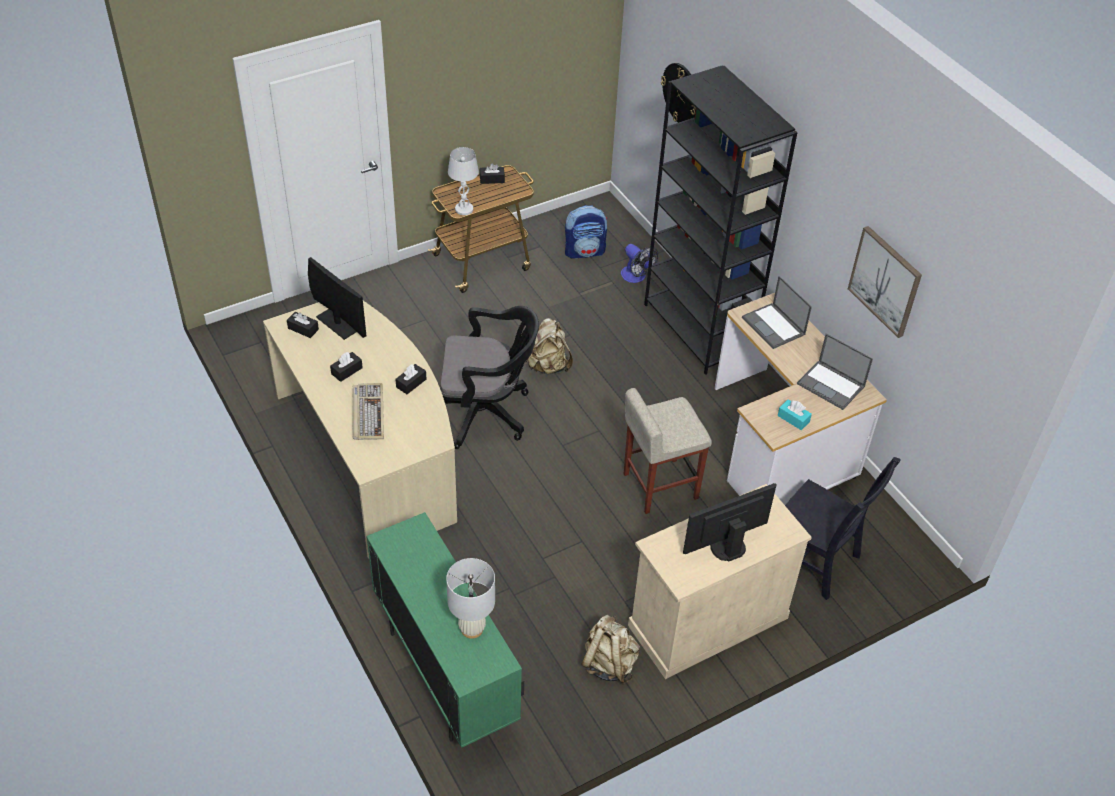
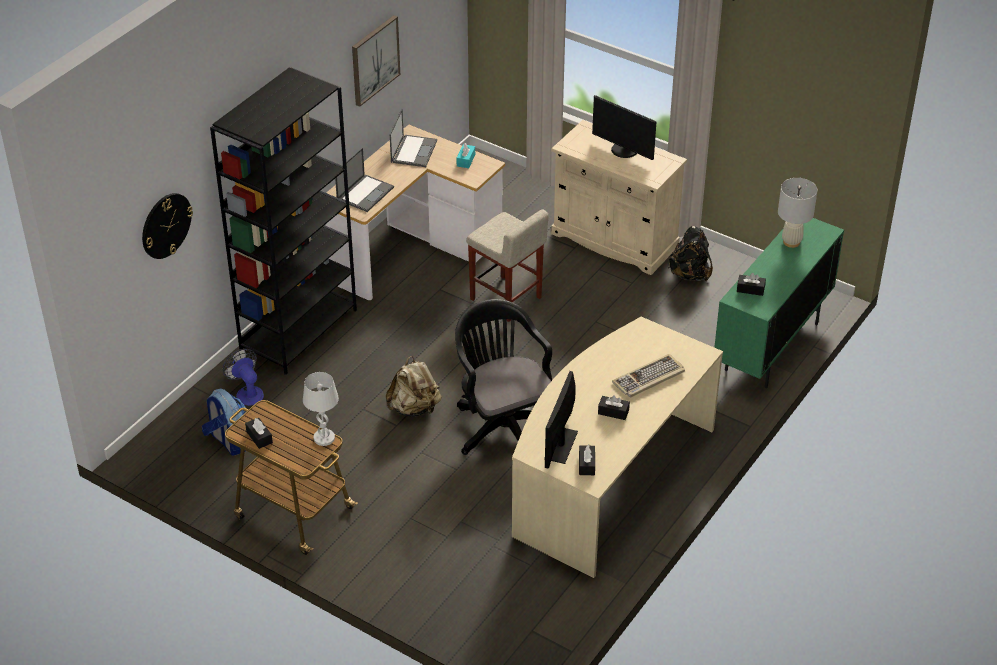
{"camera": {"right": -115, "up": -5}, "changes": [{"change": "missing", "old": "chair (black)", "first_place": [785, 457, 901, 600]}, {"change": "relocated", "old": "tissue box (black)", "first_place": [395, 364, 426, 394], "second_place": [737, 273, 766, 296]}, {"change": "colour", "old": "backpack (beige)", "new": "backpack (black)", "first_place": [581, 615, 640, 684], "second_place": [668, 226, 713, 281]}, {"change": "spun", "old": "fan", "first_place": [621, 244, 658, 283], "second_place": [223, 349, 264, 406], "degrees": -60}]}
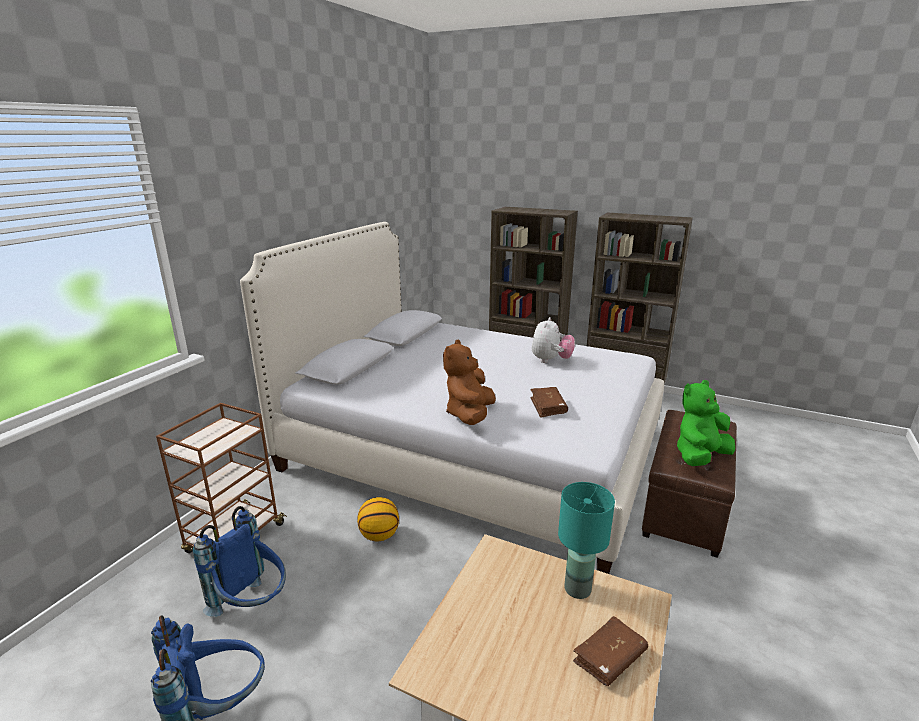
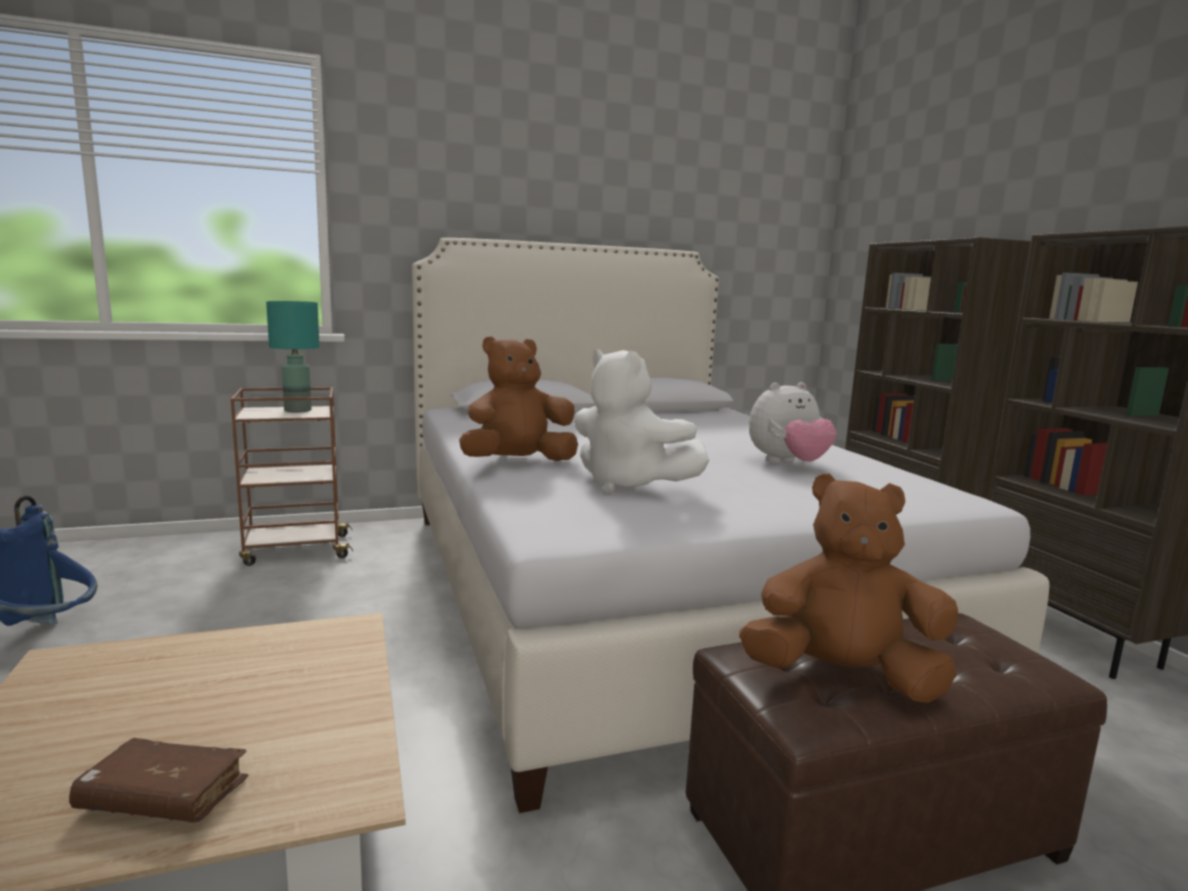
{"camera": {"right": 45, "up": -10}, "changes": [{"change": "missing", "old": "backpack (blue)", "first_place": [193, 506, 286, 617]}, {"change": "missing", "old": "basketball", "first_place": [357, 497, 399, 541]}, {"change": "relocated", "old": "table lamp (turquoise)", "first_place": [558, 482, 615, 599], "second_place": [266, 301, 320, 413]}, {"change": "exchanged", "old": "book (brown)", "new": "plush toy (white)", "first_place": [530, 387, 568, 418], "second_place": [574, 349, 710, 494]}, {"change": "colour", "old": "plush toy (green)", "new": "plush toy (brown)", "first_place": [677, 380, 735, 466], "second_place": [739, 473, 958, 703]}]}
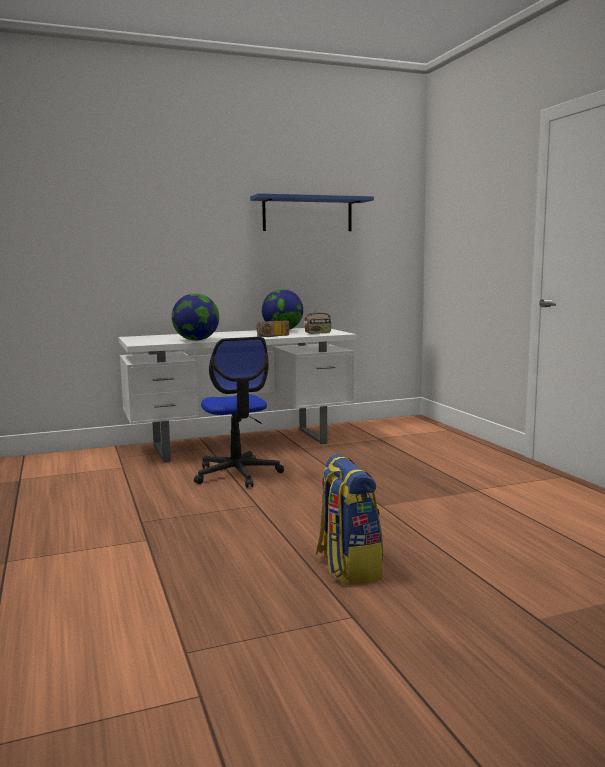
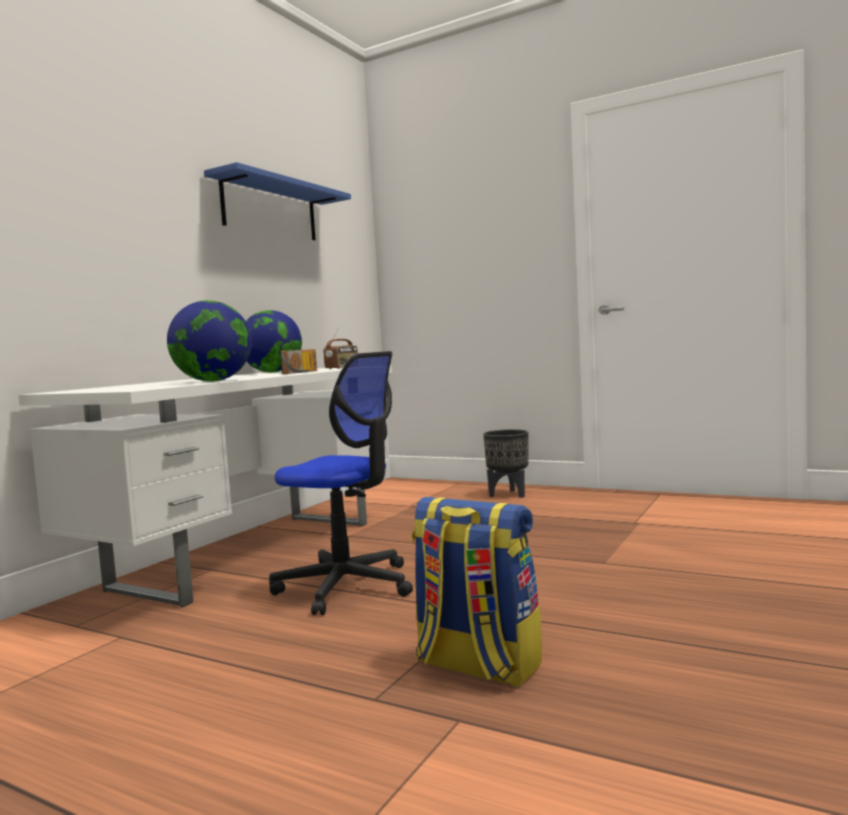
{"camera": {"right": -40, "up": -5}, "changes": [{"change": "appeared", "new": "planter (black)", "second_place": [483, 429, 528, 498]}, {"change": "relocated", "old": "backpack", "first_place": [316, 454, 383, 585], "second_place": [411, 497, 542, 687]}]}
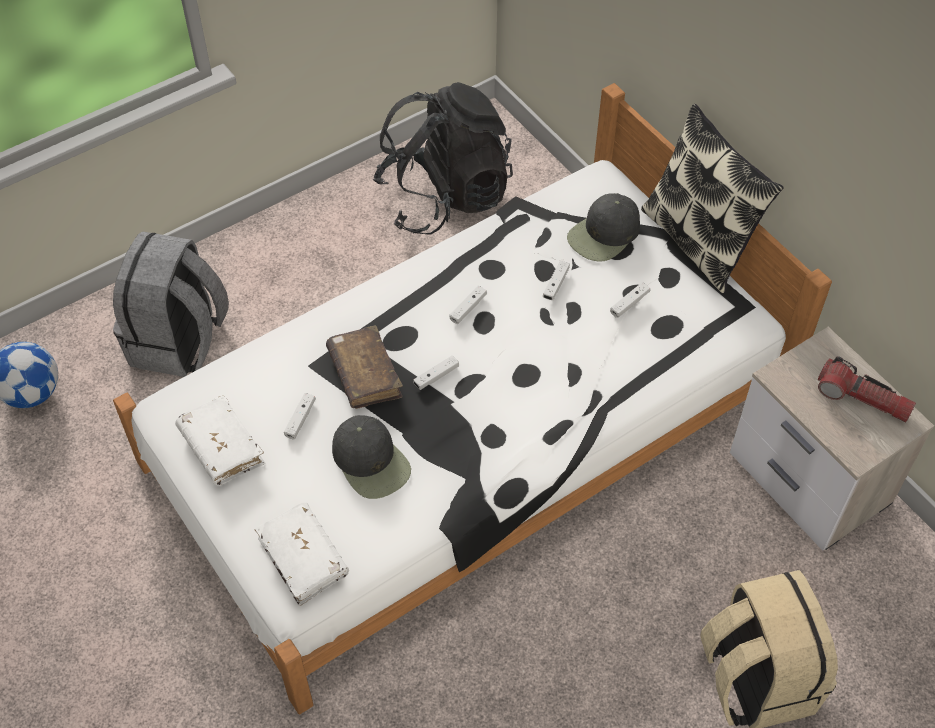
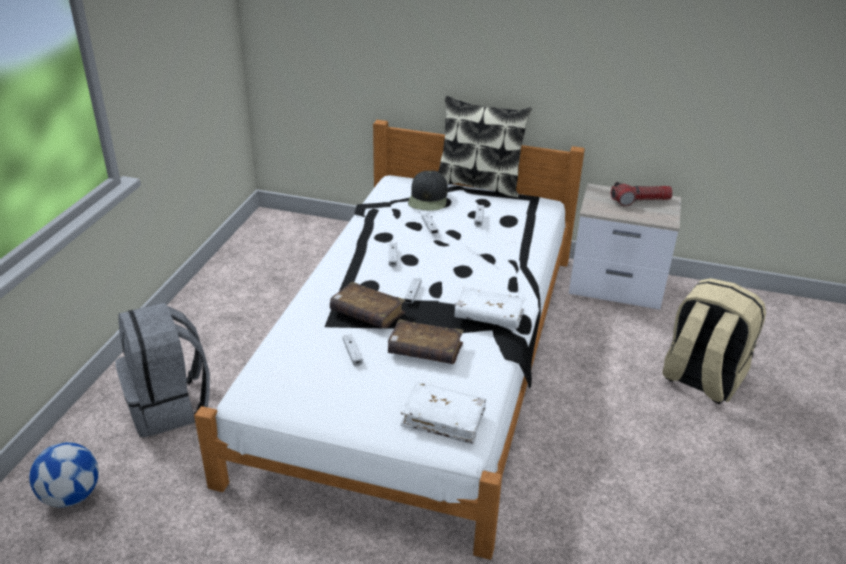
{"camera": {"right": -40, "up": -20}, "changes": [{"change": "missing", "old": "backpack (black)", "first_place": [373, 82, 513, 235]}, {"change": "relocated", "old": "book (white)", "first_place": [175, 395, 266, 485], "second_place": [454, 287, 526, 329]}, {"change": "exchanged", "old": "cap (black)", "new": "book (brown)", "first_place": [332, 415, 411, 499], "second_place": [388, 319, 464, 364]}]}
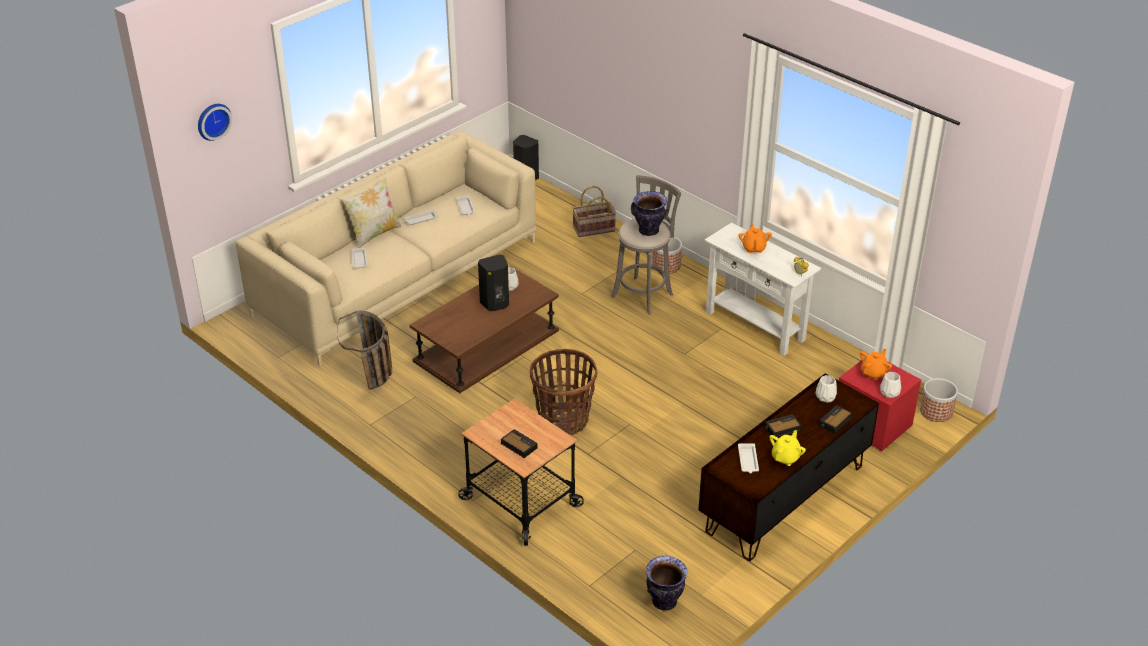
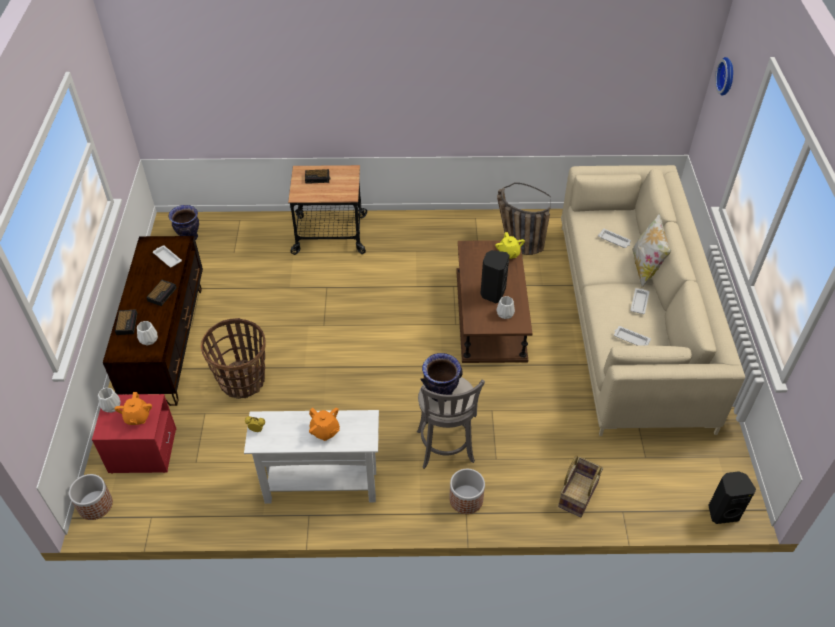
{"camera": {"right": 135, "up": 10}, "changes": [{"change": "relocated", "old": "basket", "first_place": [530, 349, 597, 435], "second_place": [201, 318, 266, 399]}, {"change": "relocated", "old": "teapot (yellow)", "first_place": [770, 430, 806, 466], "second_place": [495, 232, 525, 259]}]}
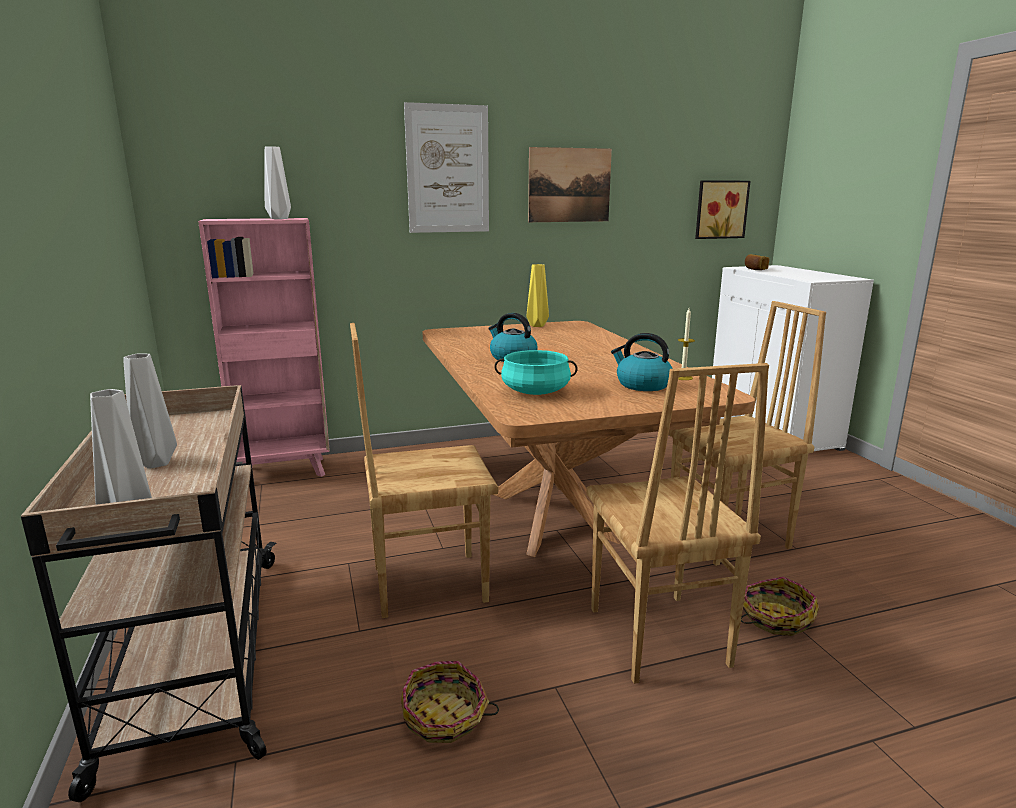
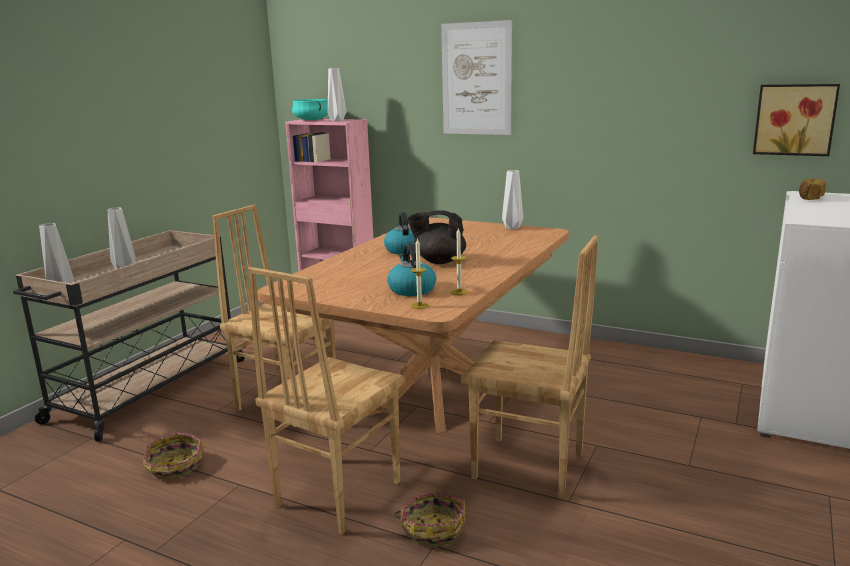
{"camera": {"right": 45, "up": 0}, "changes": [{"change": "missing", "old": "picture", "first_place": [528, 147, 612, 222]}, {"change": "appeared", "new": "teapot (black)", "second_place": [407, 210, 466, 264]}, {"change": "appeared", "new": "candle", "second_place": [410, 238, 429, 309]}, {"change": "relocated", "old": "cooking pot (turquoise)", "first_place": [494, 350, 578, 395], "second_place": [292, 99, 328, 120]}, {"change": "colour", "old": "vase (yellow)", "new": "vase (white)", "first_place": [527, 264, 549, 327], "second_place": [502, 170, 523, 230]}]}
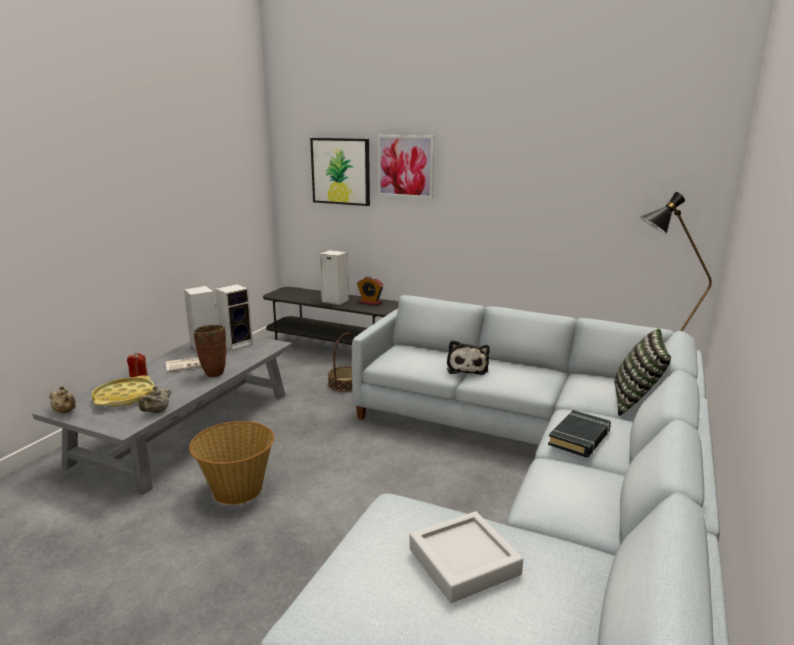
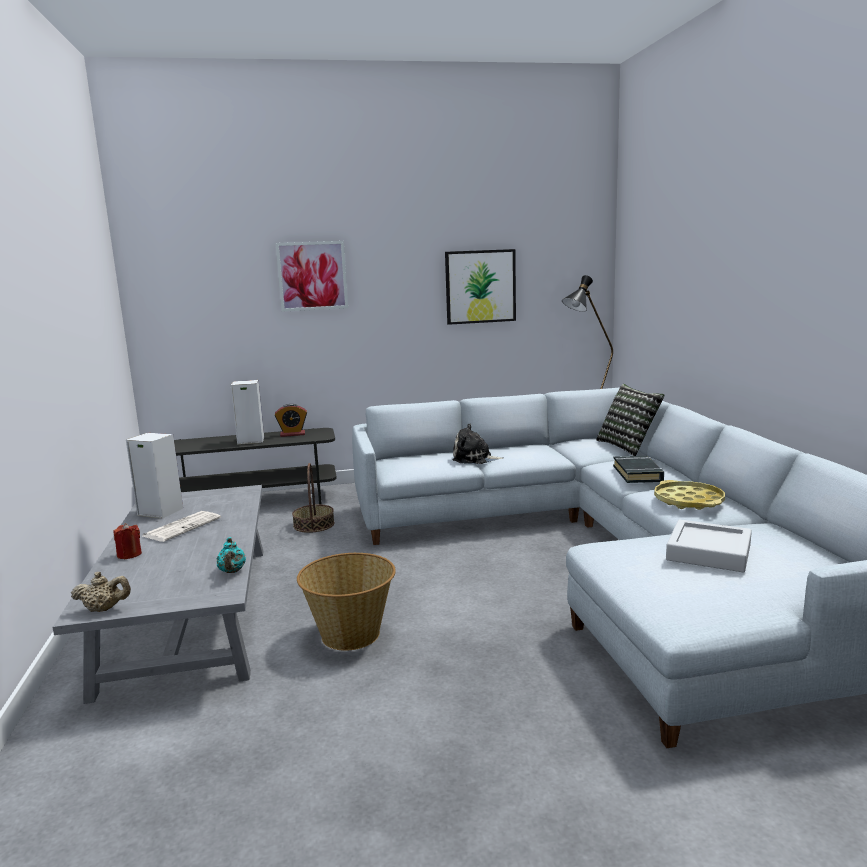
{"camera": {"right": -35, "up": -5}, "changes": [{"change": "missing", "old": "vase (brown)", "first_place": [194, 325, 227, 377]}, {"change": "missing", "old": "speaker", "first_place": [215, 284, 253, 350]}, {"change": "relocated", "old": "tray (yellow)", "first_place": [92, 375, 154, 407], "second_place": [654, 480, 725, 510]}, {"change": "relocated", "old": "picture", "first_place": [310, 138, 370, 206], "second_place": [445, 249, 516, 325]}, {"change": "colour", "old": "teapot (beige)", "new": "teapot (turquoise)", "first_place": [138, 386, 171, 413], "second_place": [217, 537, 246, 573]}, {"change": "spun", "old": "plush toy", "first_place": [447, 340, 490, 375], "second_place": [452, 423, 503, 464], "degrees": 135}]}
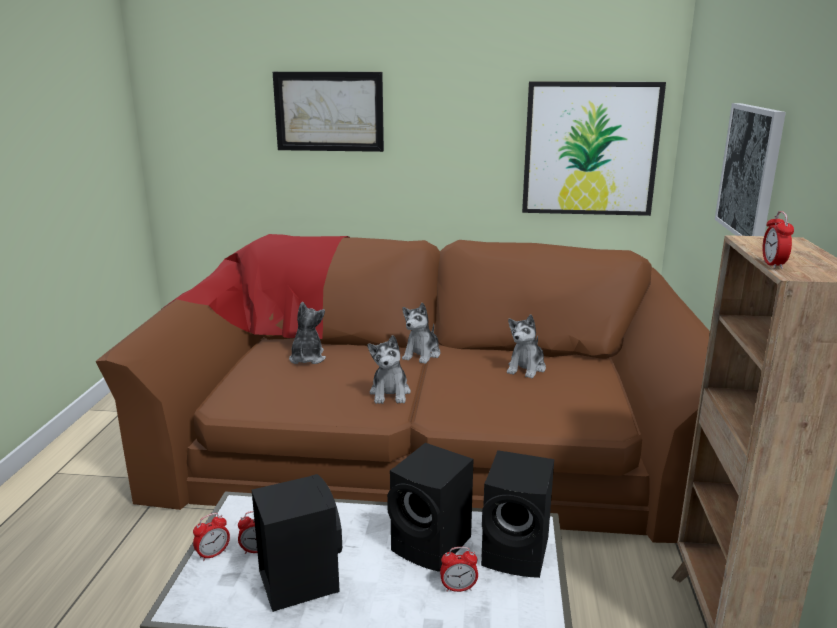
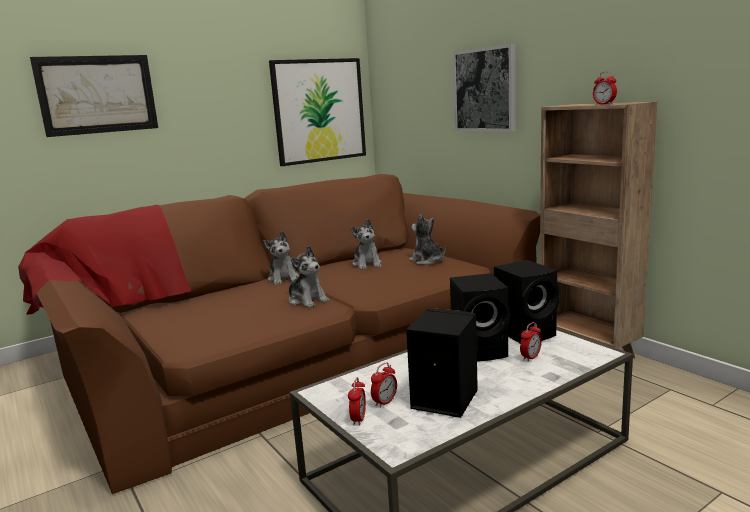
{"camera": {"right": -40, "up": -5}, "changes": [{"change": "relocated", "old": "plush toy", "first_place": [289, 302, 326, 364], "second_place": [409, 214, 446, 265]}]}
